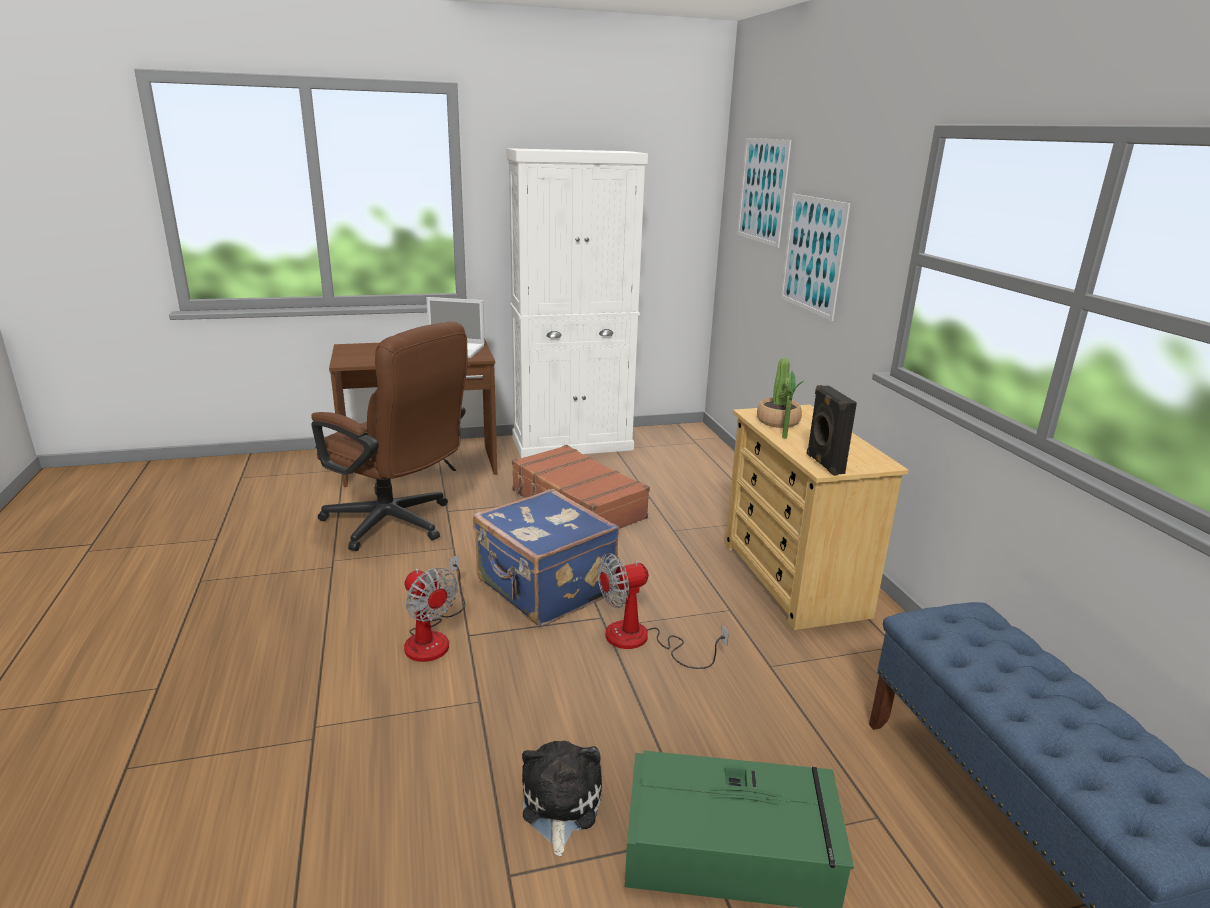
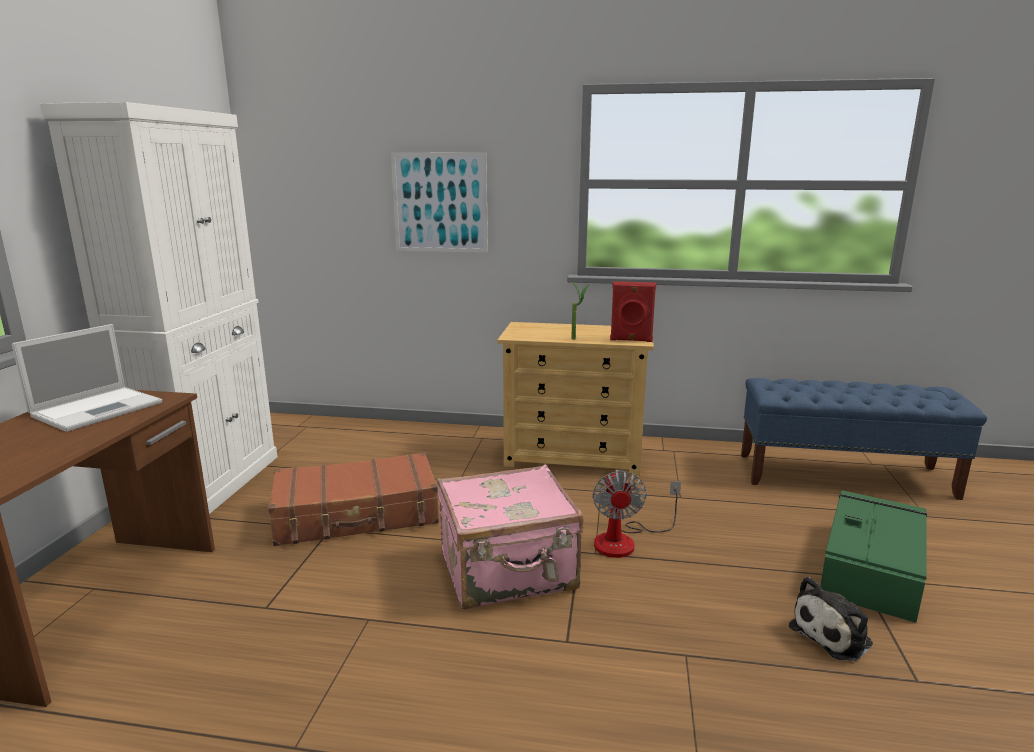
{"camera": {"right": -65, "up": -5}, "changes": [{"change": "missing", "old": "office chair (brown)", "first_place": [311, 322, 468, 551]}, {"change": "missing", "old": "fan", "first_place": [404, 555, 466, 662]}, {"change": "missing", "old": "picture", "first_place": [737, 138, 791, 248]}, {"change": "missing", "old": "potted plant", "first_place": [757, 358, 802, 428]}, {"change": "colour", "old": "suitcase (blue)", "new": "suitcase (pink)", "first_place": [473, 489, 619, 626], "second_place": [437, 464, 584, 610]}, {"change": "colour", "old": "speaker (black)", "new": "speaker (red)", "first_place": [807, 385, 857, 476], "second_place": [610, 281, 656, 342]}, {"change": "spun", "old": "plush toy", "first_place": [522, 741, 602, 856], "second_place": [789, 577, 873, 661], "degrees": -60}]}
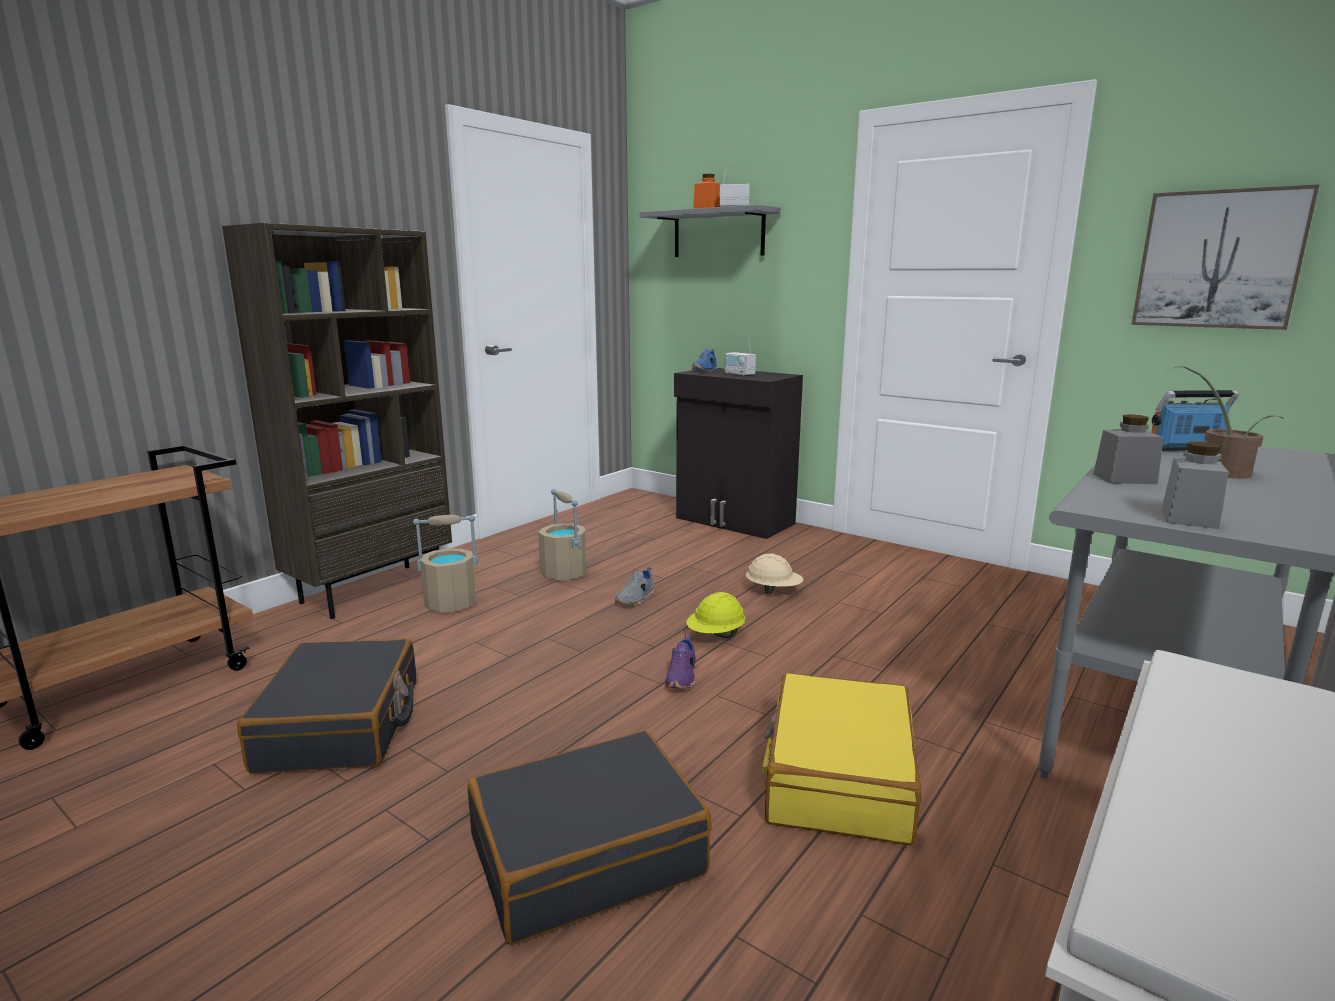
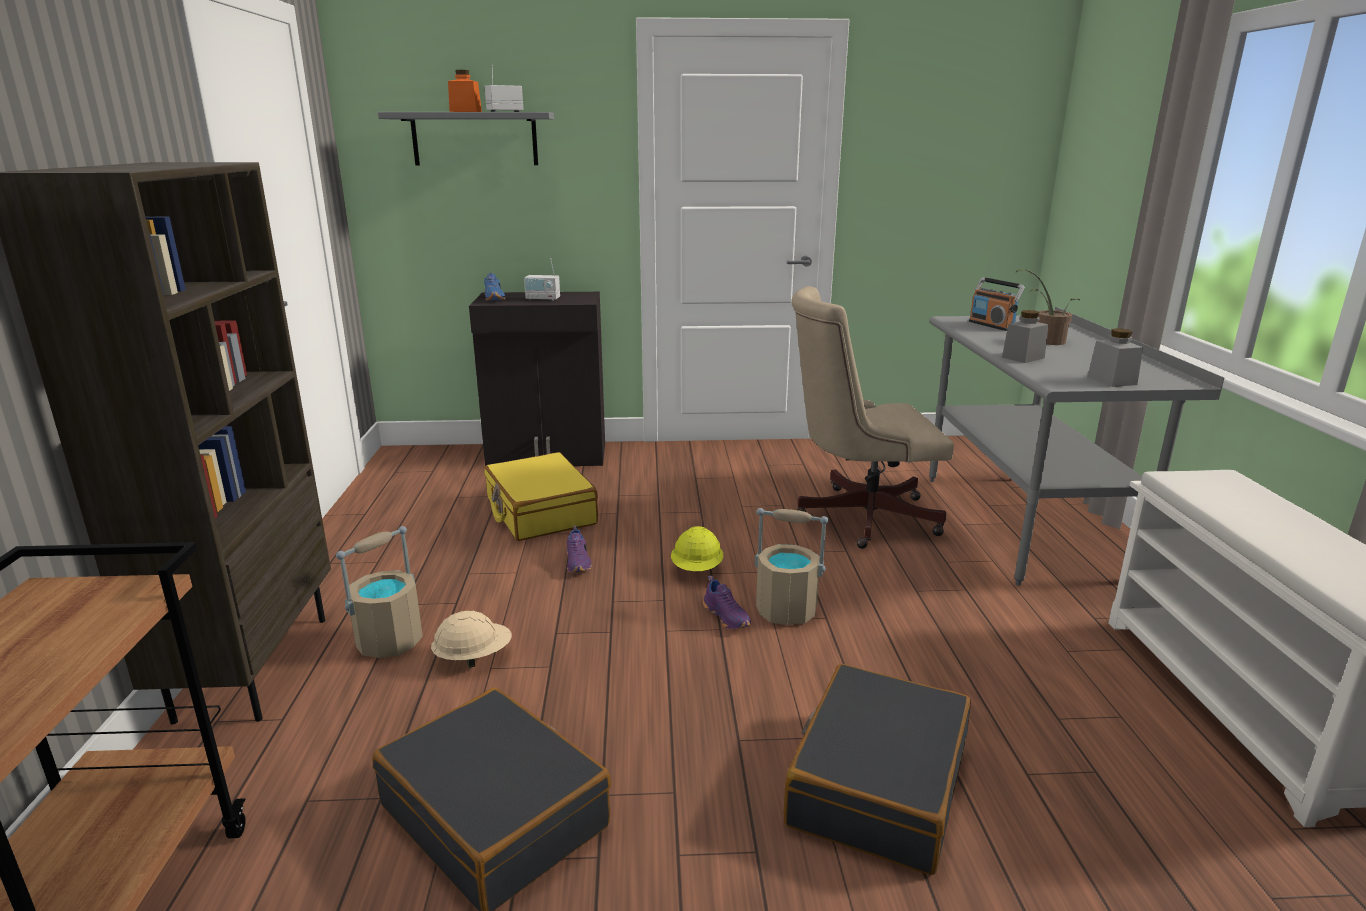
{"camera": {"right": -40, "up": 5}, "changes": [{"change": "missing", "old": "picture", "first_place": [1131, 184, 1320, 330]}, {"change": "appeared", "new": "office chair (beige)", "second_place": [791, 286, 954, 549]}, {"change": "relocated", "old": "bucket (beige)", "first_place": [538, 489, 587, 580], "second_place": [755, 508, 828, 625]}, {"change": "relocated", "old": "hard hat (beige)", "first_place": [746, 554, 803, 594], "second_place": [431, 611, 512, 668]}, {"change": "relocated", "old": "suitcase (yellow)", "first_place": [762, 673, 922, 845], "second_place": [484, 452, 598, 541]}, {"change": "colour", "old": "shoe (grey)", "new": "shoe (purple)", "first_place": [615, 567, 655, 606], "second_place": [567, 526, 592, 573]}, {"change": "spun", "old": "radio", "first_place": [1151, 390, 1239, 451], "second_place": [969, 277, 1025, 331], "degrees": -75}]}
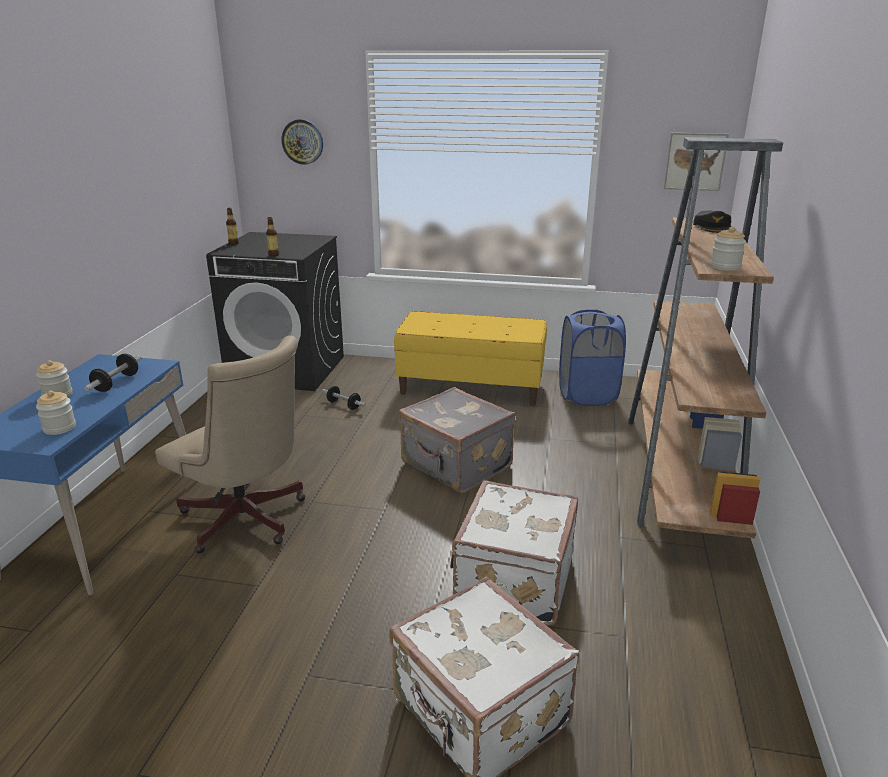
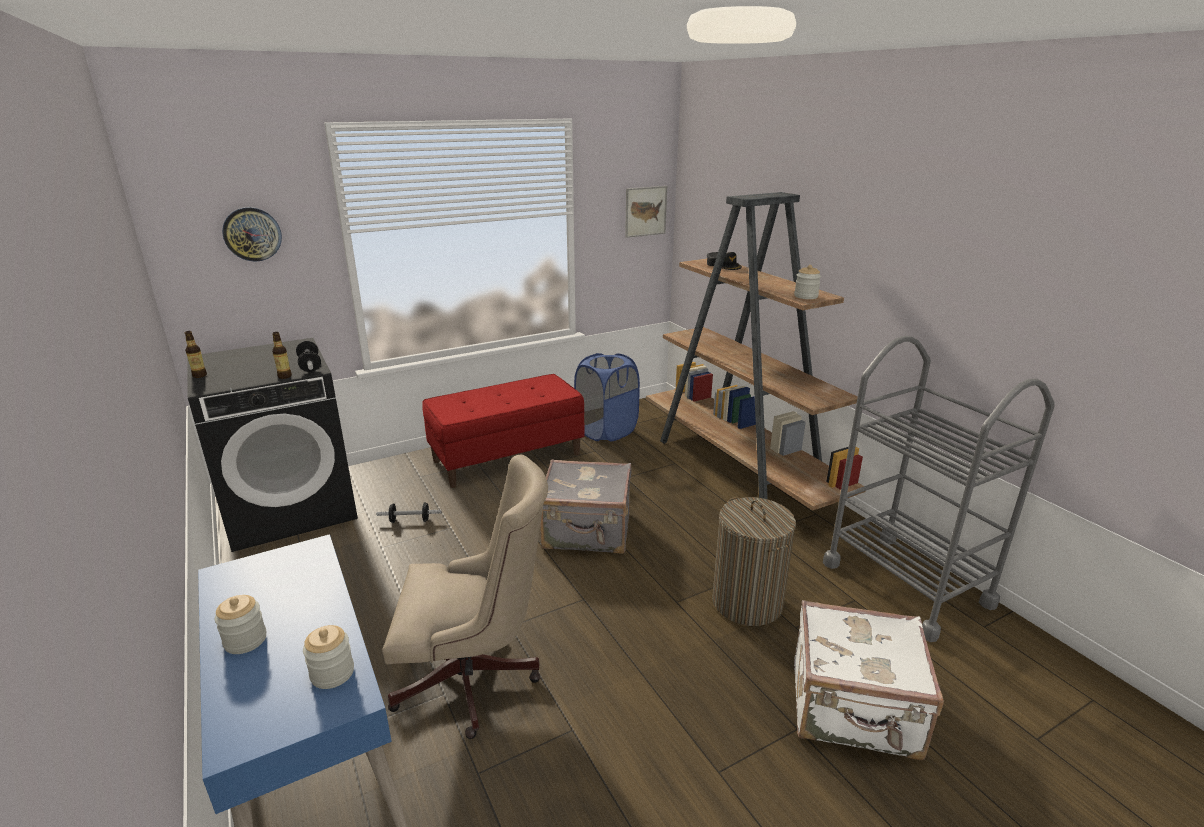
{"camera": {"right": -40, "up": 0}, "changes": [{"change": "appeared", "new": "cart (grey)", "second_place": [823, 336, 1055, 642]}, {"change": "relocated", "old": "dumbbell", "first_place": [84, 354, 142, 392], "second_place": [296, 341, 321, 372]}, {"change": "exchanged", "old": "suitcase (white)", "new": "laundry basket", "first_place": [450, 480, 578, 626], "second_place": [712, 497, 796, 626]}, {"change": "colour", "old": "bench (yellow)", "new": "bench (red)", "first_place": [394, 311, 547, 406], "second_place": [422, 374, 584, 488]}]}
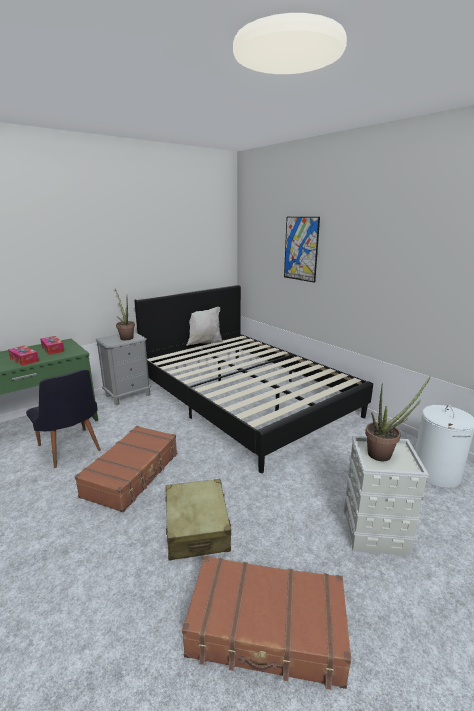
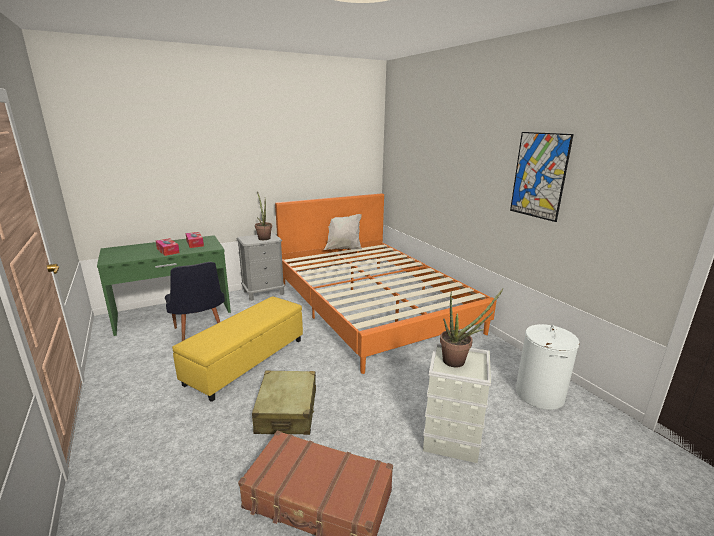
{"camera": {"right": 10, "up": 0}, "changes": [{"change": "relocated", "old": "picture", "first_place": [284, 217, 320, 283], "second_place": [510, 132, 574, 222]}, {"change": "exchanged", "old": "suitcase (brown)", "new": "ottoman (yellow)", "first_place": [75, 426, 177, 512], "second_place": [172, 296, 303, 402]}, {"change": "colour", "old": "bed (black)", "new": "bed (orange)", "first_place": [134, 285, 373, 473], "second_place": [275, 193, 496, 374]}]}
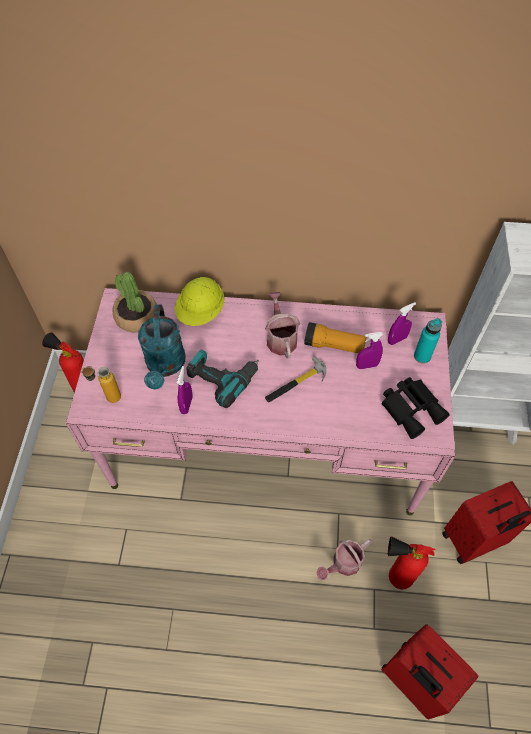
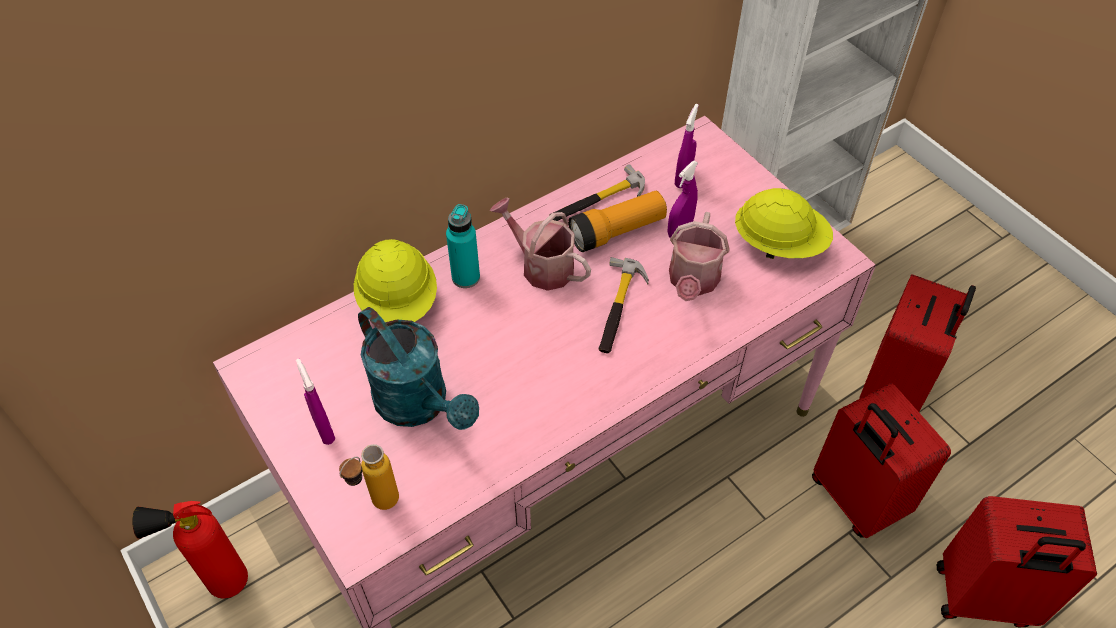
{"camera": {"right": -40, "up": -5}, "changes": [{"change": "missing", "old": "potted plant", "first_place": [112, 272, 157, 333]}, {"change": "missing", "old": "power drill", "first_place": [187, 349, 259, 408]}, {"change": "appeared", "new": "hammer", "second_place": [551, 164, 645, 221]}, {"change": "relocated", "old": "spray bottle (purple)", "first_place": [177, 366, 193, 414], "second_place": [296, 358, 335, 445]}, {"change": "relocated", "old": "watering can", "first_place": [317, 539, 372, 580], "second_place": [669, 212, 730, 301]}, {"change": "relocated", "old": "bottle (turquoise)", "first_place": [414, 318, 442, 364], "second_place": [446, 204, 480, 288]}, {"change": "exchanged", "old": "binoculars (black)", "new": "hard hat (yellow)", "first_place": [382, 377, 450, 439], "second_place": [735, 188, 833, 259]}, {"change": "exchanged", "old": "fire extinguisher", "new": "suitcase (red)", "first_place": [388, 536, 436, 589], "second_place": [812, 383, 951, 538]}]}
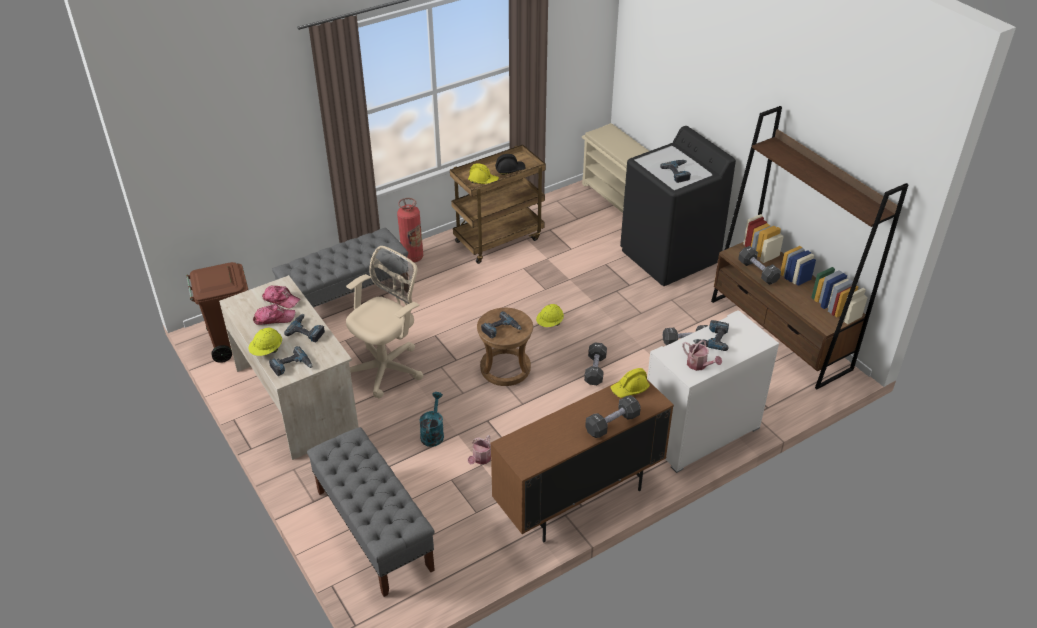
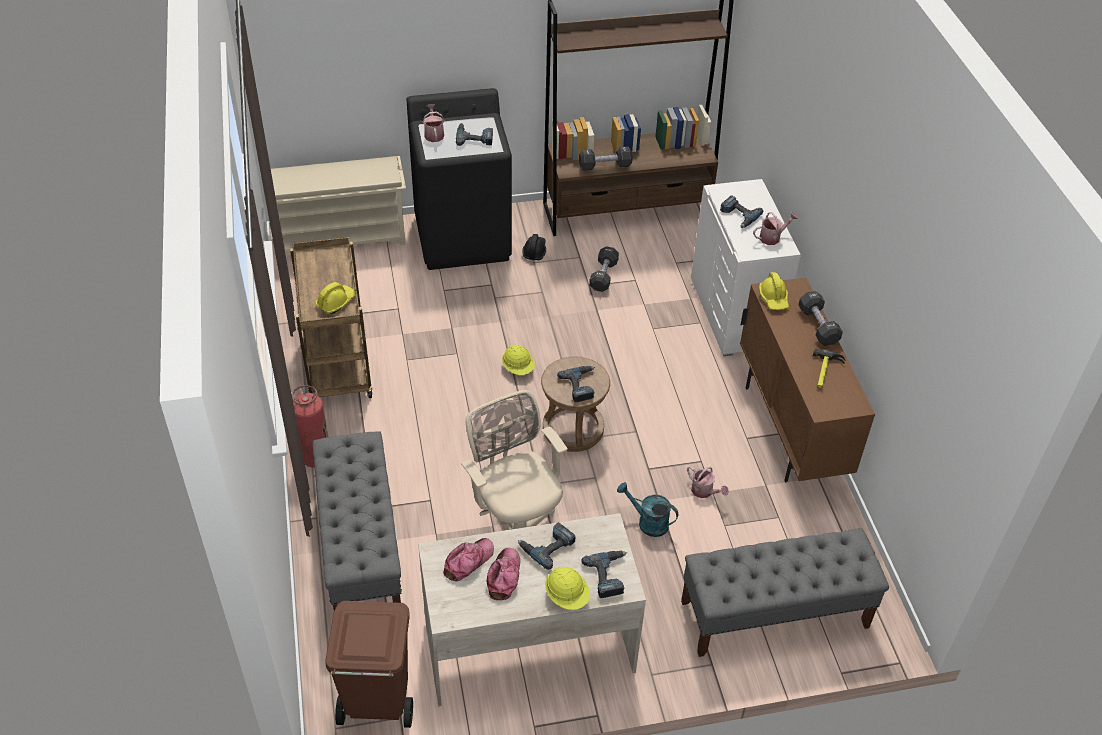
{"camera": {"right": -70, "up": 5}, "changes": [{"change": "missing", "old": "dumbbell (black)", "first_place": [584, 342, 607, 385]}, {"change": "appeared", "new": "watering can", "second_place": [423, 104, 445, 142]}, {"change": "appeared", "new": "hammer", "second_place": [813, 348, 846, 388]}, {"change": "relocated", "old": "hard hat (black)", "first_place": [495, 154, 525, 175], "second_place": [523, 234, 546, 260]}]}
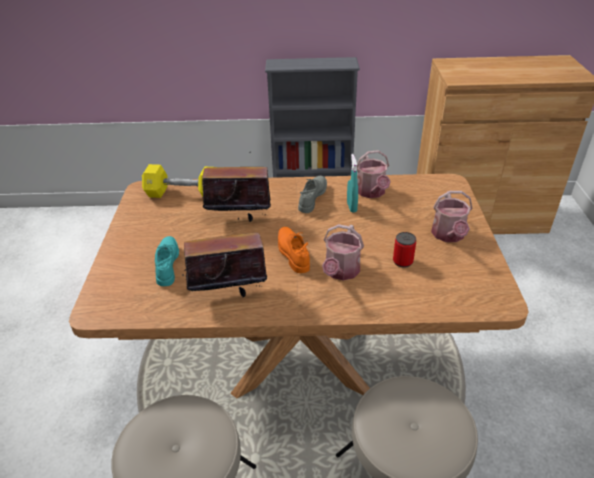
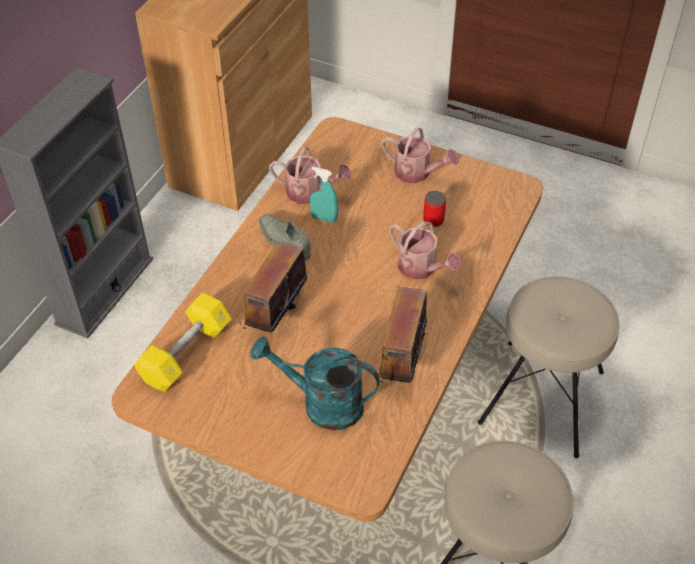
{"camera": {"right": -65, "up": 10}, "changes": [{"change": "missing", "old": "shoe (orange)", "first_place": [278, 227, 310, 273]}, {"change": "exchanged", "old": "shoe (turquoise)", "new": "watering can (turquoise)", "first_place": [155, 236, 179, 286], "second_place": [250, 336, 380, 430]}]}
